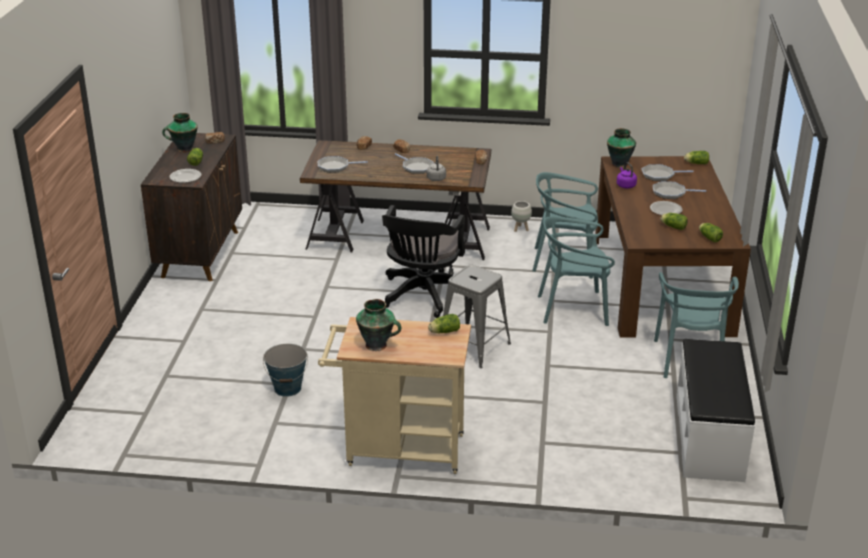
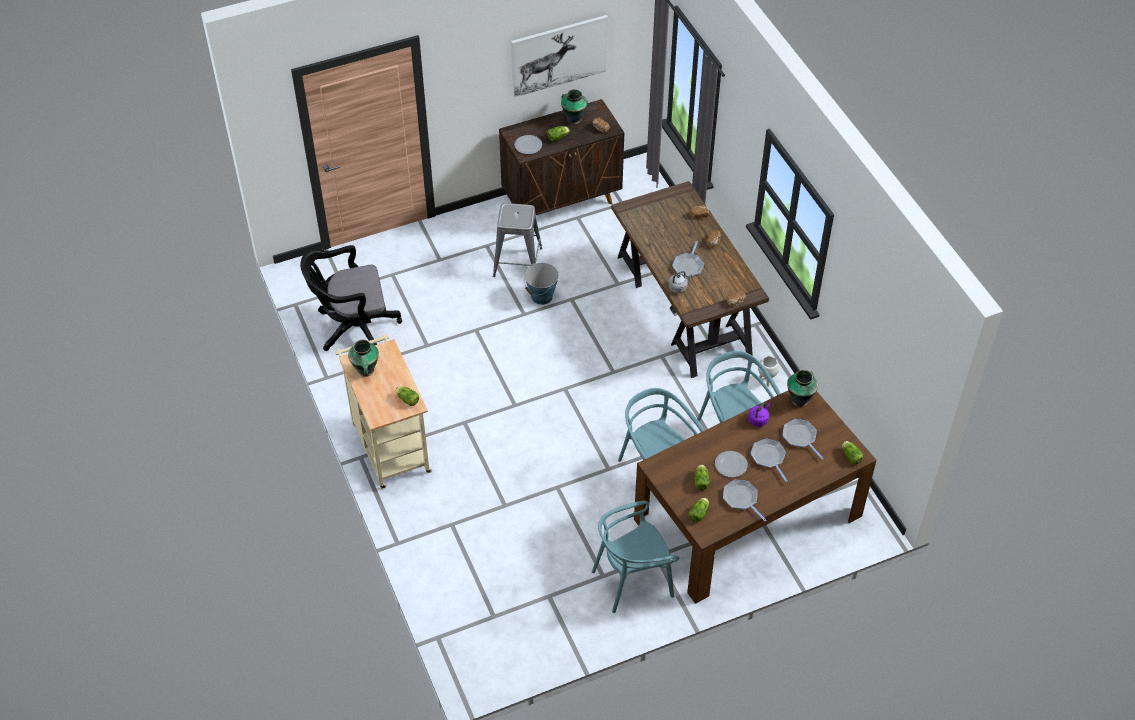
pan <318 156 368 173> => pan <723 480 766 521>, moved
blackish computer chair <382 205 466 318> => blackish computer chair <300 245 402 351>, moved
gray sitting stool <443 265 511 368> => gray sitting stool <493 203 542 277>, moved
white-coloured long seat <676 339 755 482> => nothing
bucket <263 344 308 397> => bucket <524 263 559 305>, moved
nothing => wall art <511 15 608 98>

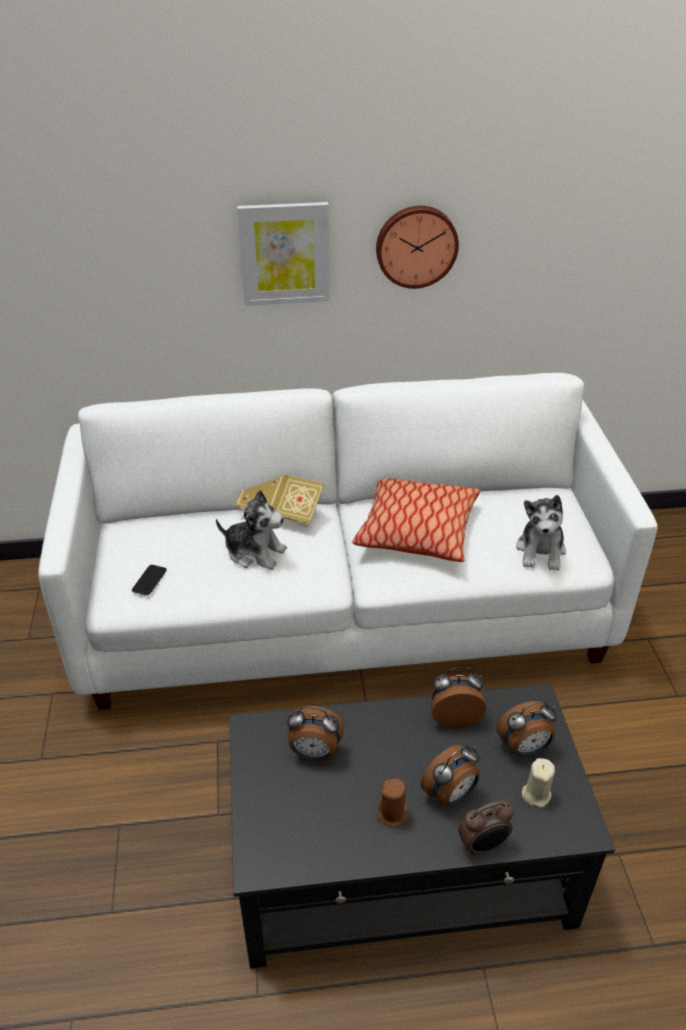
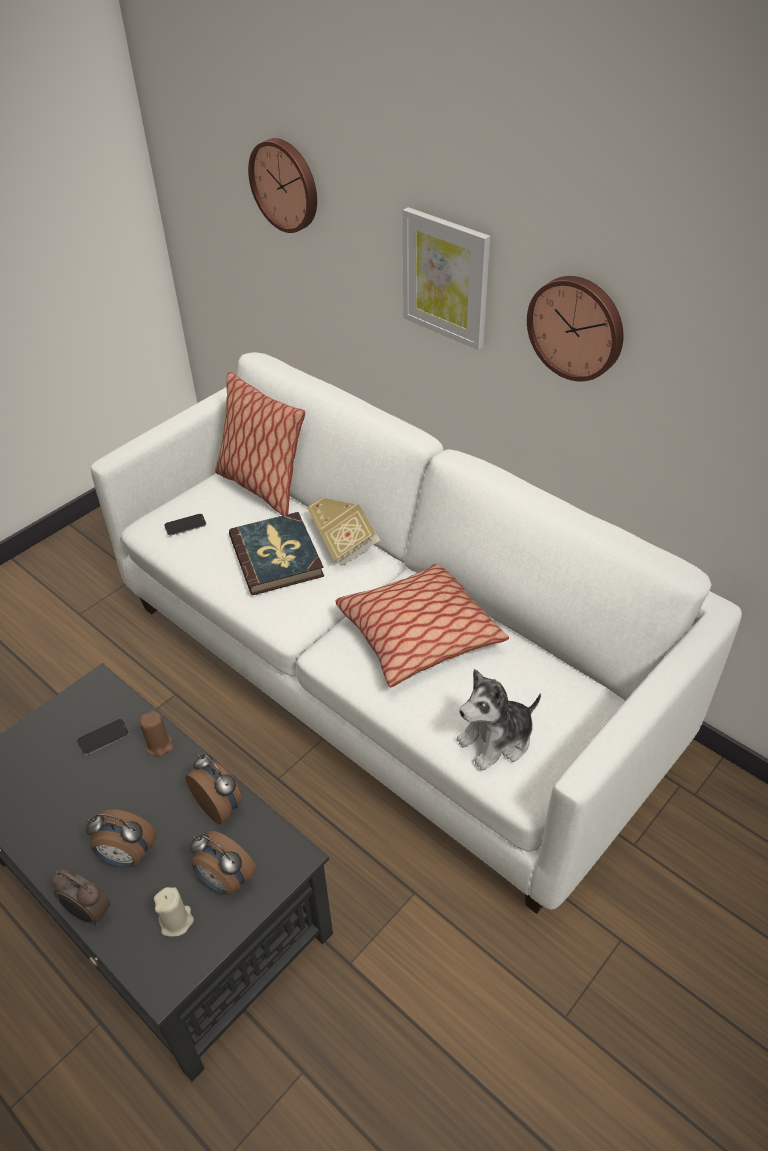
cuddly toy <216 490 287 570> => bound book <229 512 324 595>
alarm clock <287 706 344 760> => handset <77 719 129 755>
brownish wax light <377 778 408 827> => brownish wax light <140 710 174 757>, moved
nothing => clock on the wall <248 138 317 233>
nothing => throw pillow <215 371 305 516>

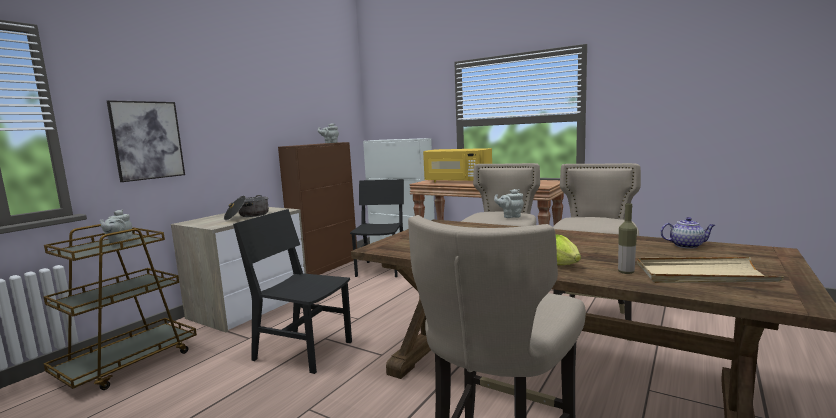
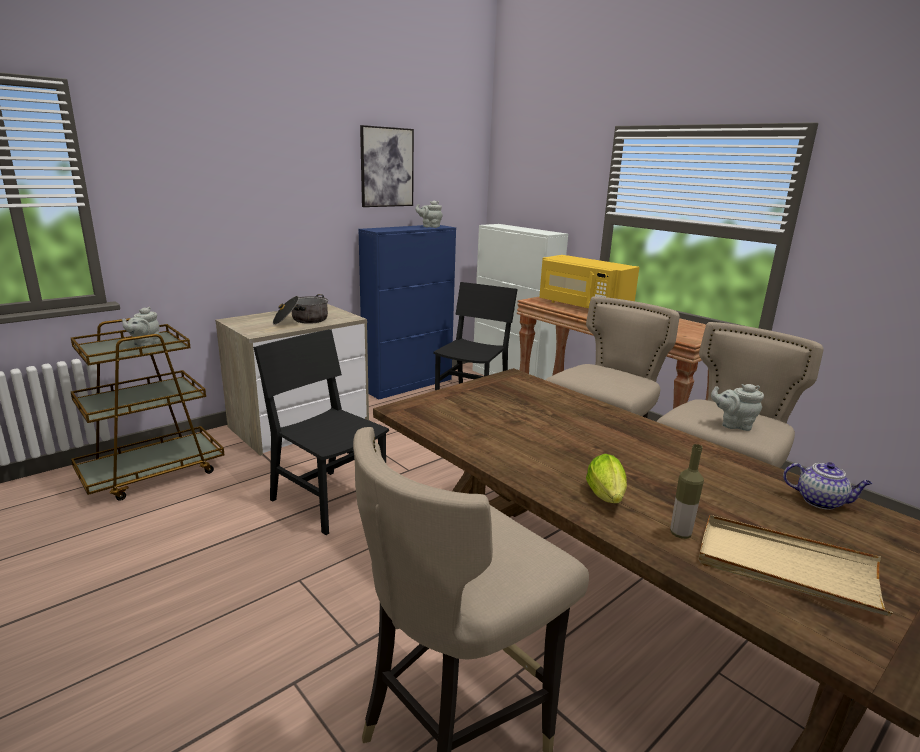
wall art <107 100 185 182> => wall art <360 125 414 207>, moved
brownish storage cabinet <278 142 357 275> => bluish storage cabinet <358 225 456 399>
gray teapot <494 189 524 218> => gray teapot <711 384 764 431>, moved

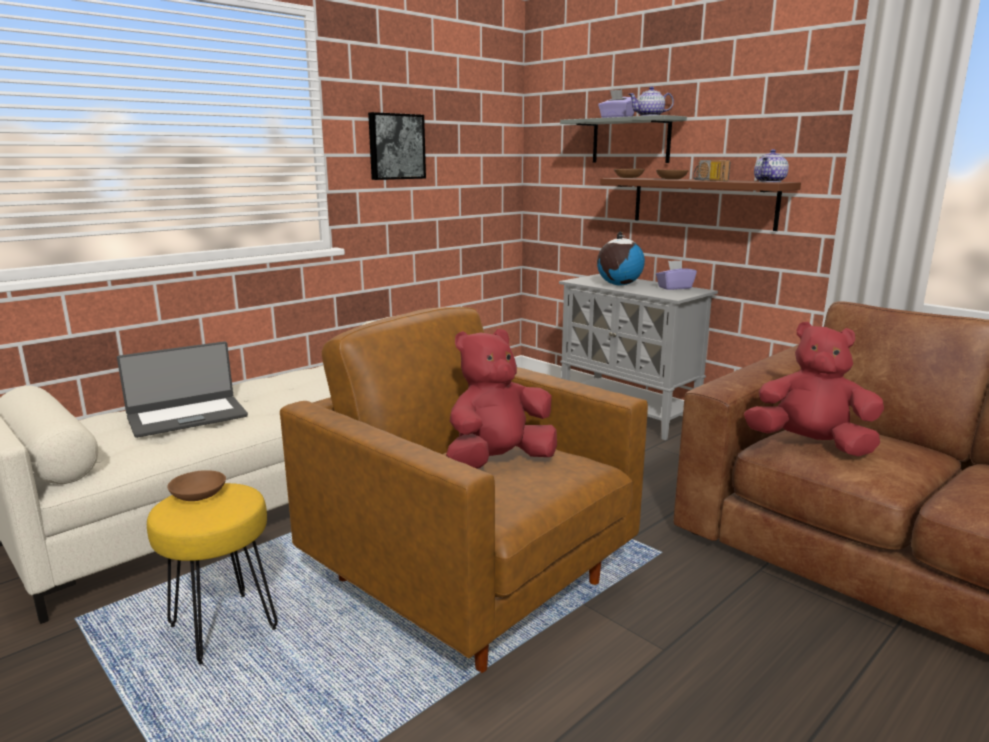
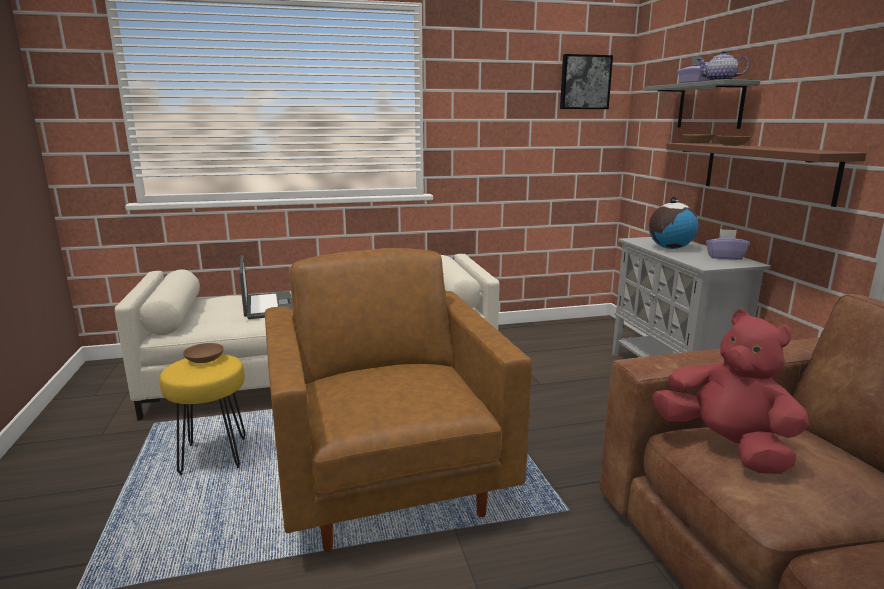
wall art <368 112 426 180> => wall art <560 54 613 109>, moved
teapot <754 149 789 182> => nothing
radio receiver <693 160 731 181> => nothing
red-coloured cuddly toy <446 329 557 469> => nothing
portable computer <117 341 248 438> => portable computer <239 255 293 319>, 105 degrees counterclockwise

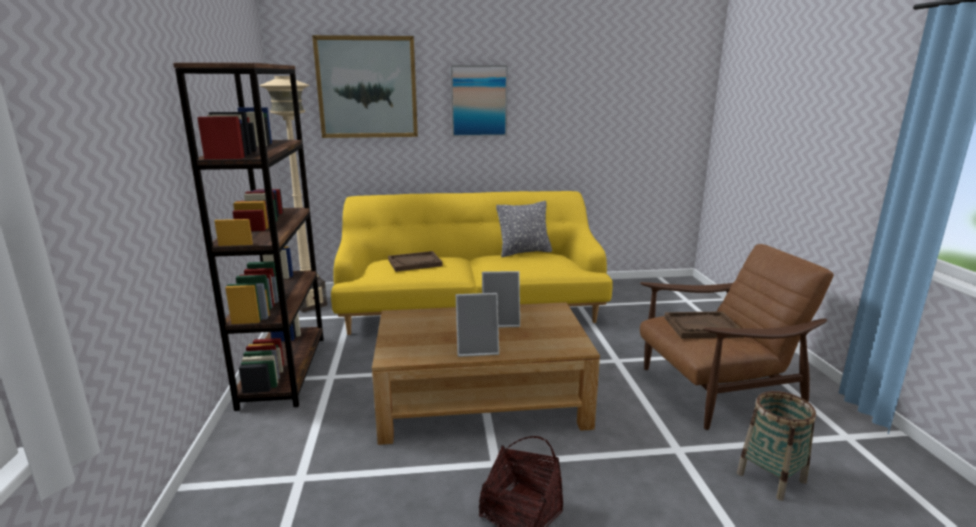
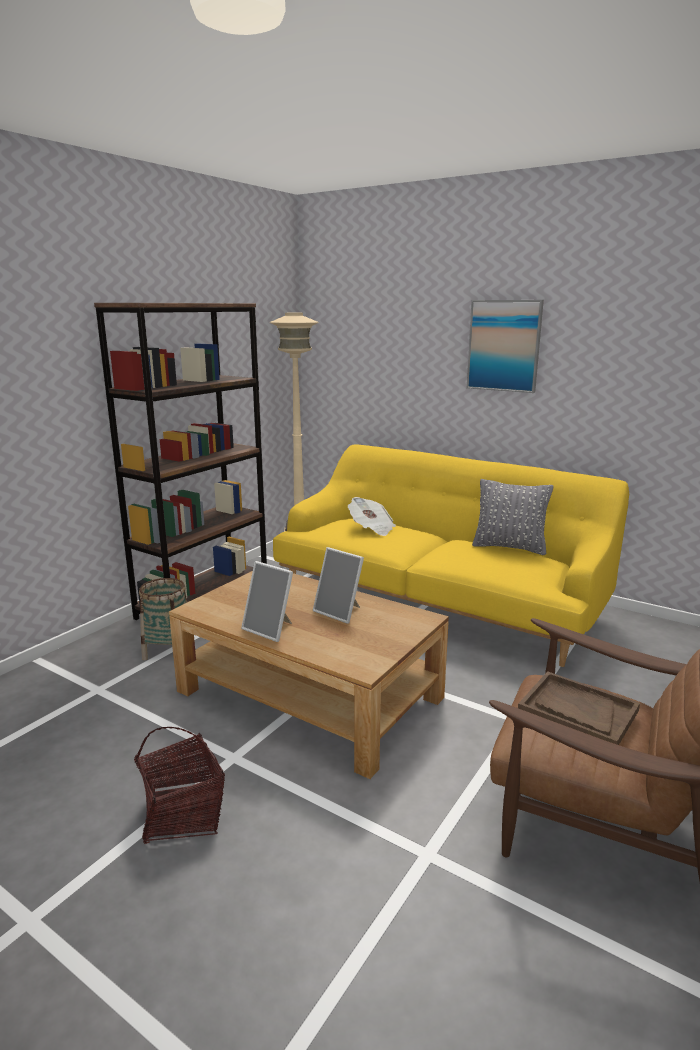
wall art <312 35 418 138> => nothing
brownish carrying tray <388 251 443 272> => newspaper <348 497 396 536>
storage basket <737 391 816 501> => storage basket <139 578 187 660>, moved

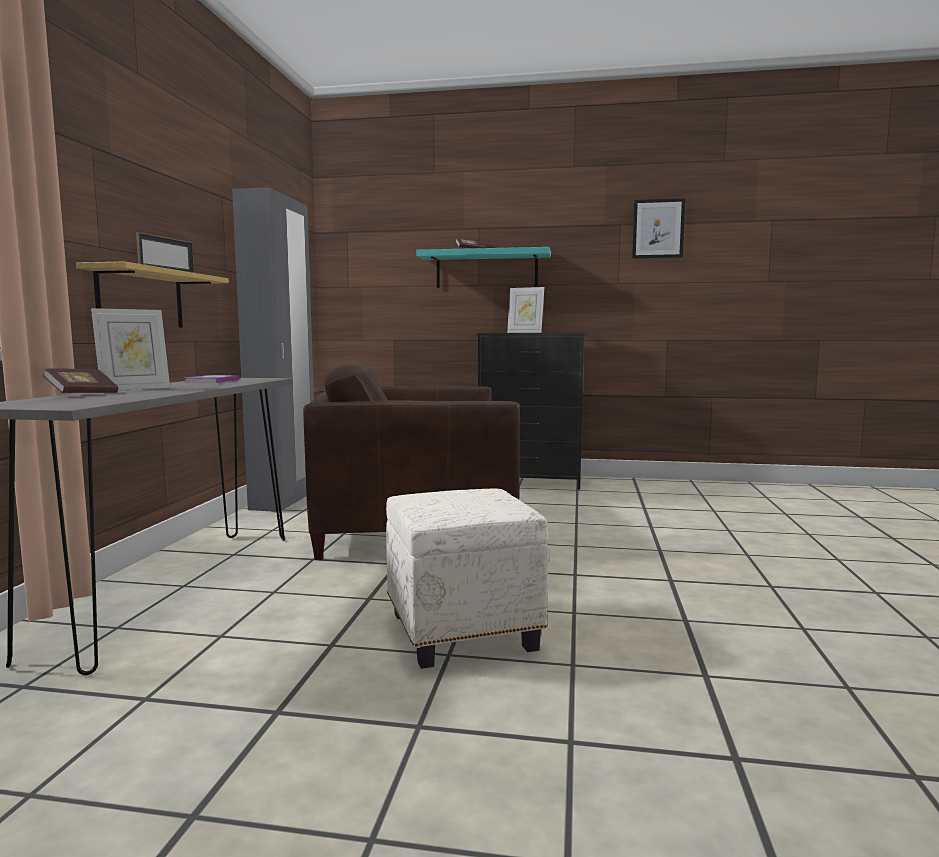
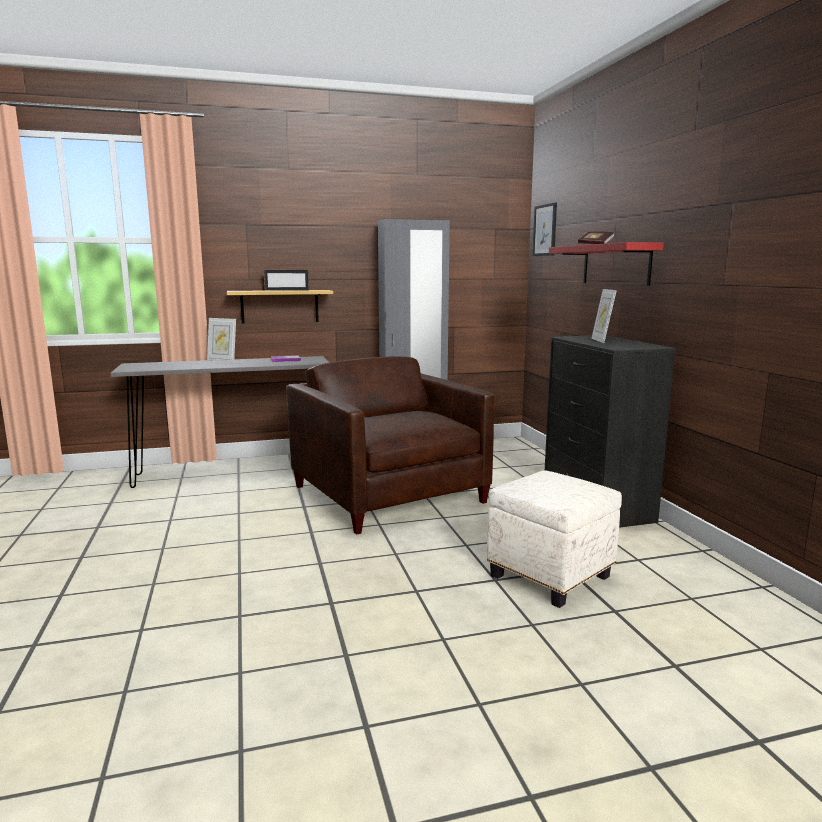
wall art <632 198 685 259> => wall art <532 203 557 256>, moved
blue-green wall shelf <417 247 551 288> => red-coloured wall shelf <549 242 664 286>
bound book <43 368 118 393> => nothing
white-coloured ottoman <386 489 549 669> => white-coloured ottoman <487 470 622 608>, moved

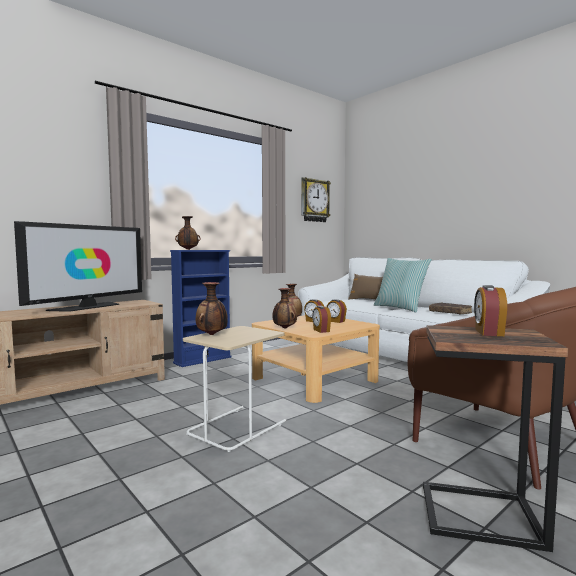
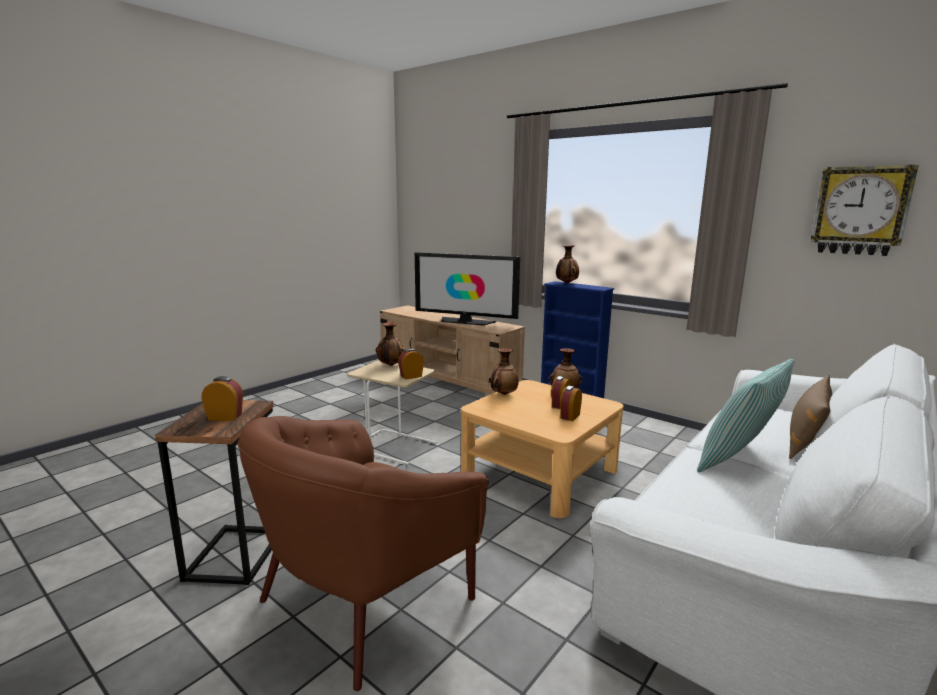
brownish bound book <429 302 472 315> => nothing
alarm clock <312 306 331 333> => alarm clock <398 348 424 380>, moved

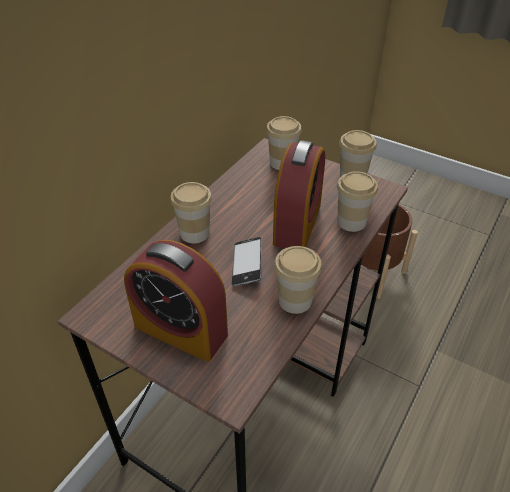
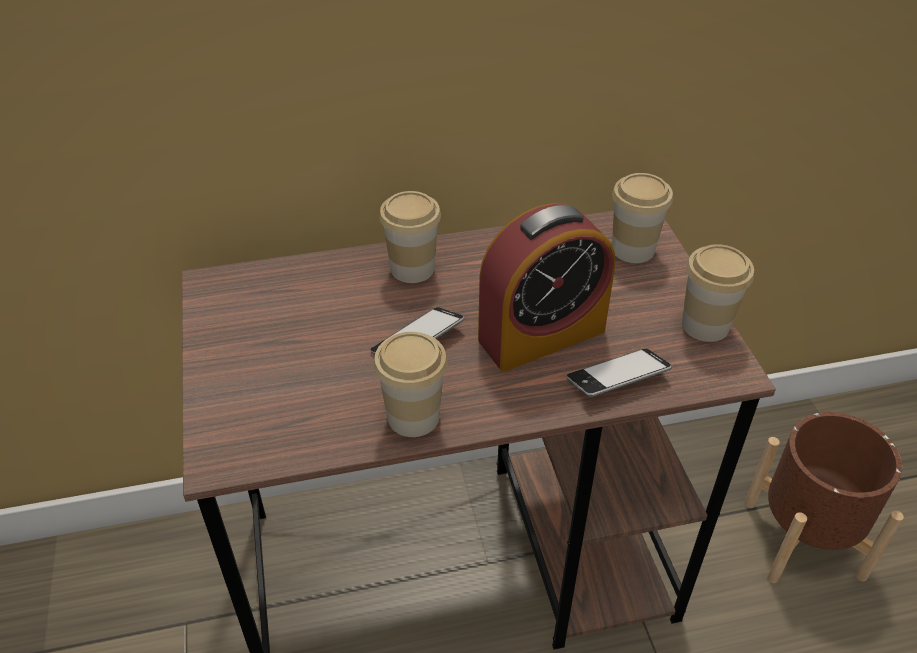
drinking cup <337 171 378 232> => handset <567 348 672 397>
alarm clock <124 240 228 362> => nothing

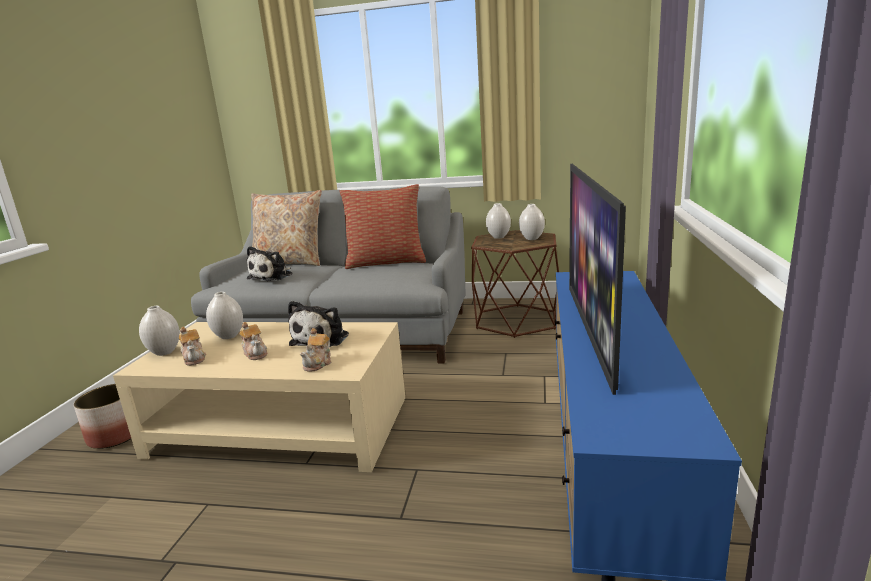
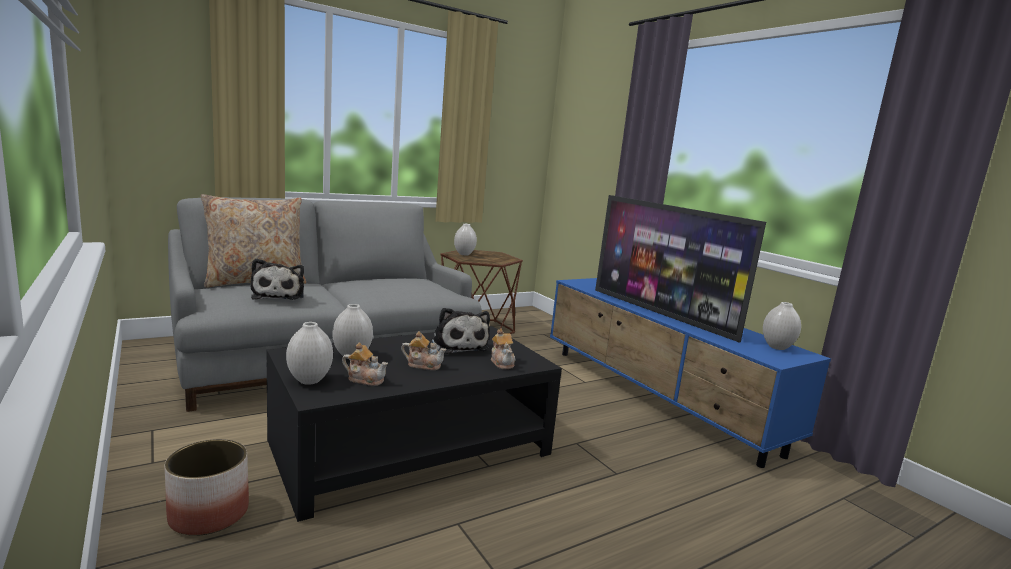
throw pillow <340 184 426 269> => nothing
white-coloured vase <519 204 545 240> => white-coloured vase <763 302 801 350>, moved
beige-coloured coffee table <113 322 405 472> => blackish coffee table <267 326 562 522>

